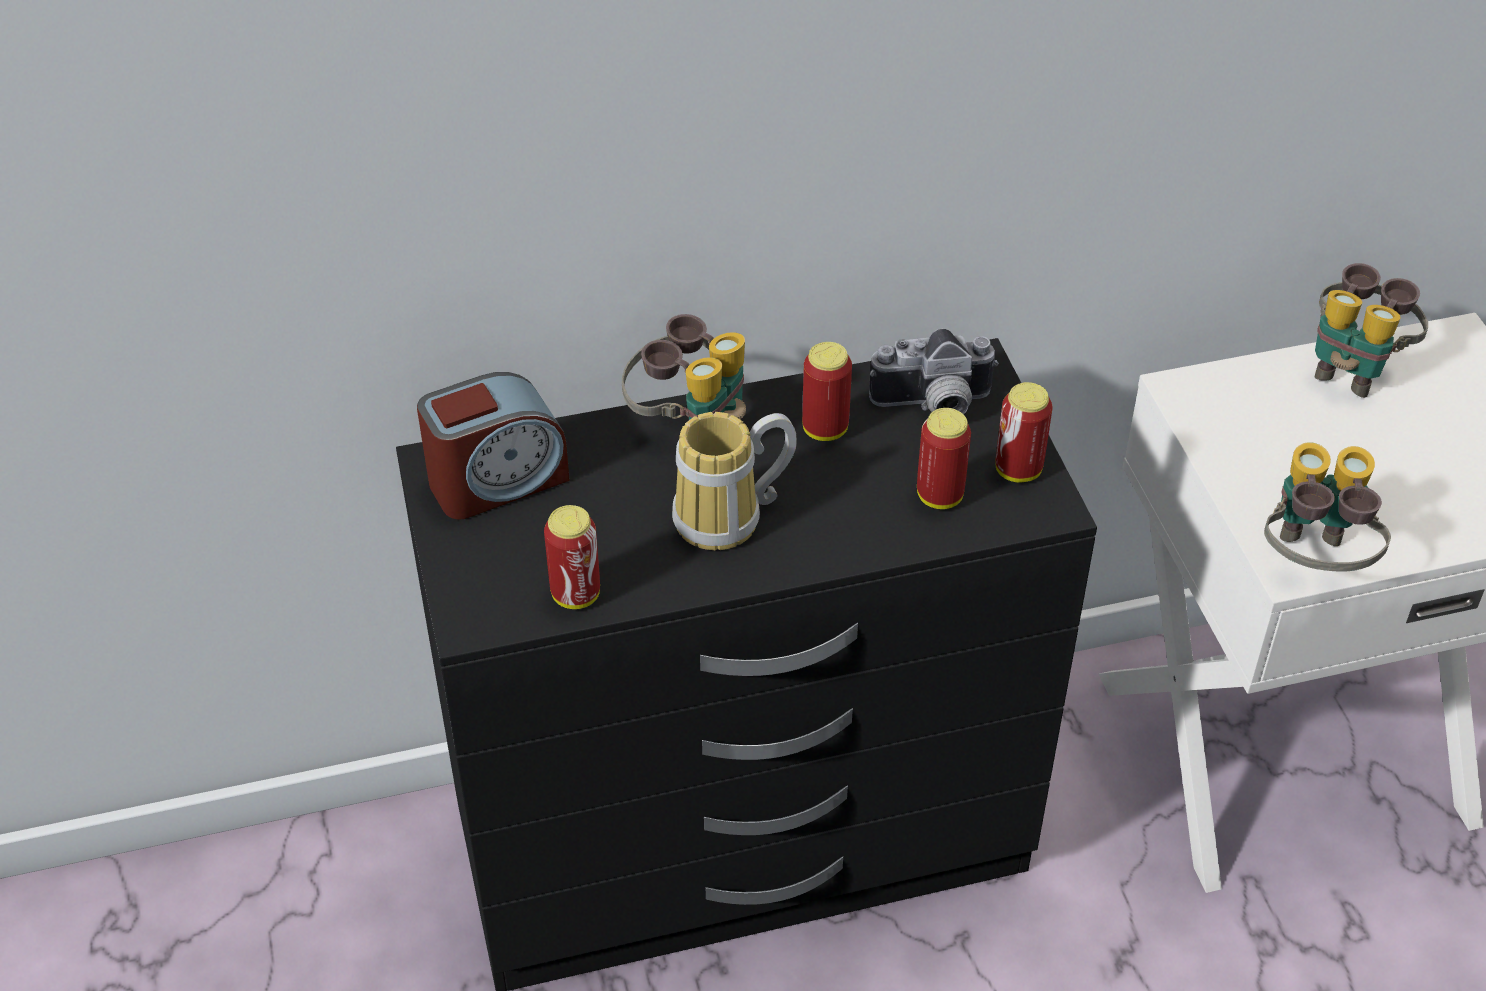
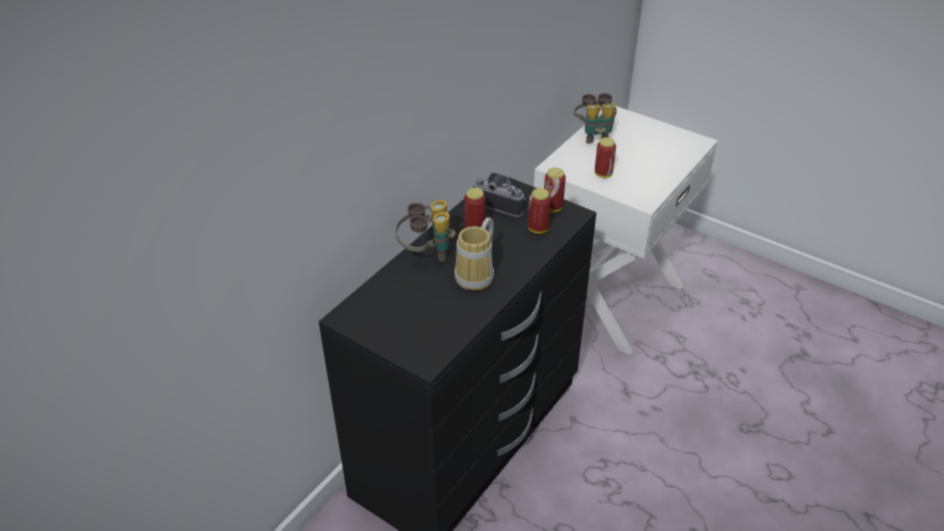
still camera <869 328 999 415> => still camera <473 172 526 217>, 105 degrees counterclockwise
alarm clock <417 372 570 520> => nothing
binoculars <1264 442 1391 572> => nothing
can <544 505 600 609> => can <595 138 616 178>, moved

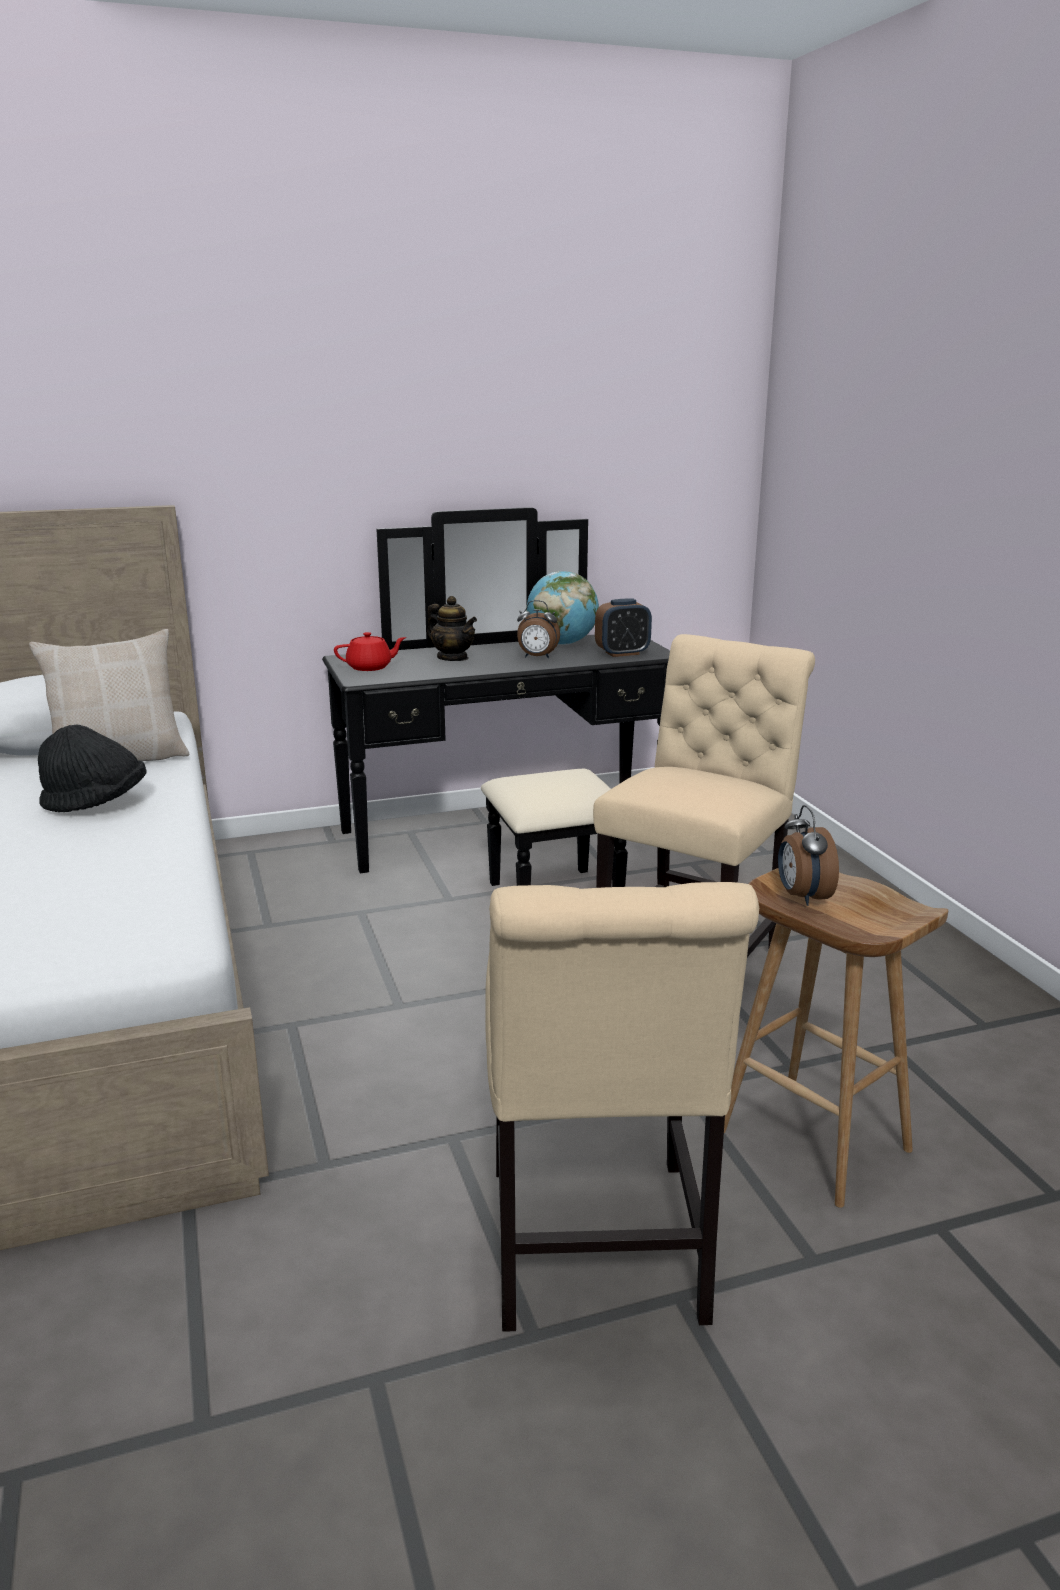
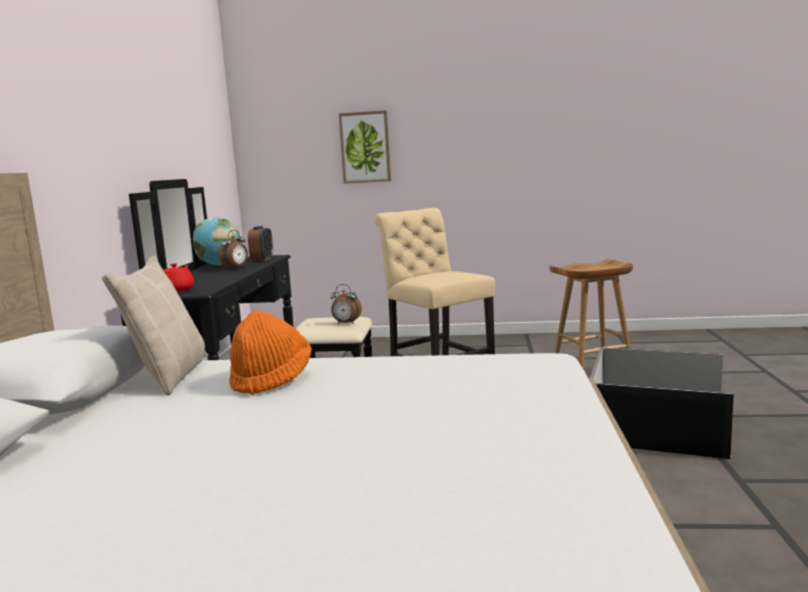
teapot <427 596 477 661> => nothing
blackish hat <38 724 147 812> => orange hat <229 310 312 395>
alarm clock <778 805 839 906> => alarm clock <331 284 362 324>, moved
beige-coloured chair <485 882 759 1332> => blackish storage container <590 347 734 459>
nothing => wall art <339 110 391 184>

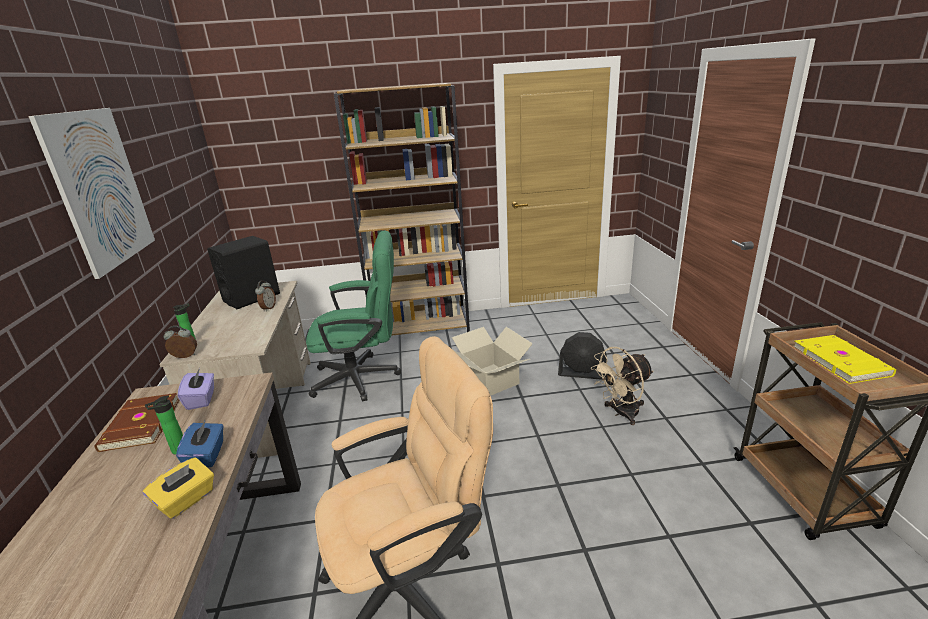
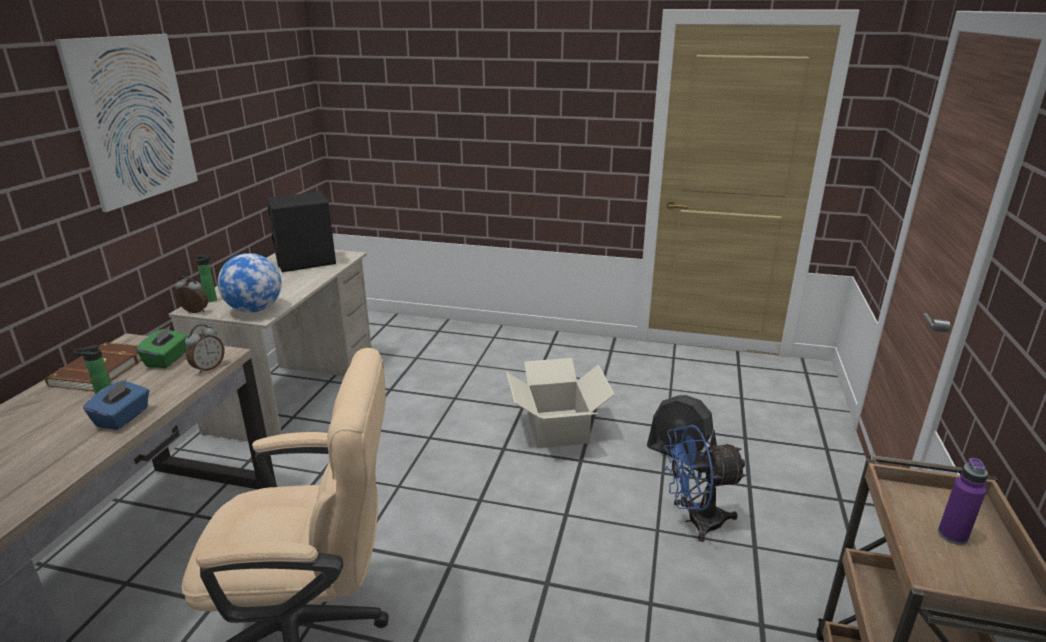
brownish bookshelf <334 83 470 336> => nothing
greenish computer chair <306 231 401 402> => nothing
alarm clock <255 280 276 312> => alarm clock <185 324 225 374>, moved
yellow bound book <794 335 896 384> => purple-coloured beverage bottle <938 458 988 545>
beige-coloured fan <591 347 654 425> => bluish fan <664 424 747 542>
purple-coloured tissue holder <178 368 214 410> => greenish tissue holder <136 326 188 368>
yellow tissue holder <143 457 214 519> => nothing
nothing => world globe <218 253 282 313>

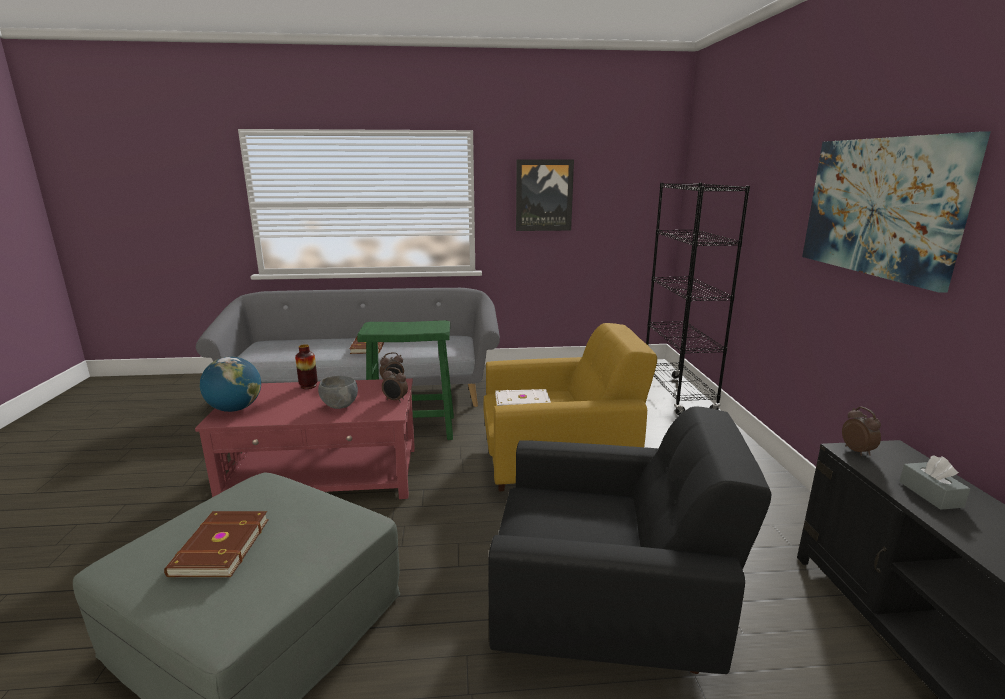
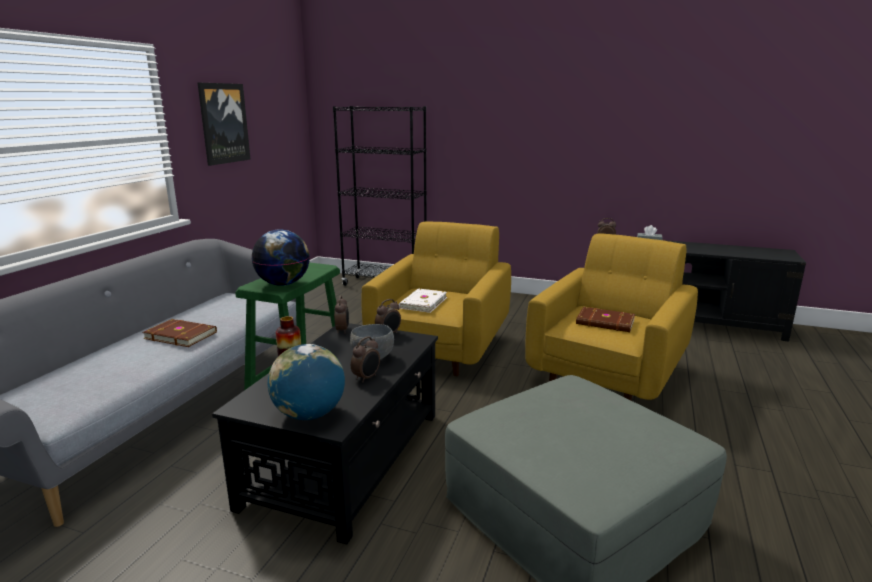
wall art <802 131 990 293> => nothing
red-coloured coffee table <195 378 415 499> => blackish coffee table <212 323 438 545>
blackish armchair <488 406 772 674> => yellow armchair <525 233 698 401>
brownish bound book <164 511 268 577> => brownish bound book <576 307 635 332>, moved
nothing => world globe <251 229 310 286>
nothing => alarm clock <351 336 380 383>

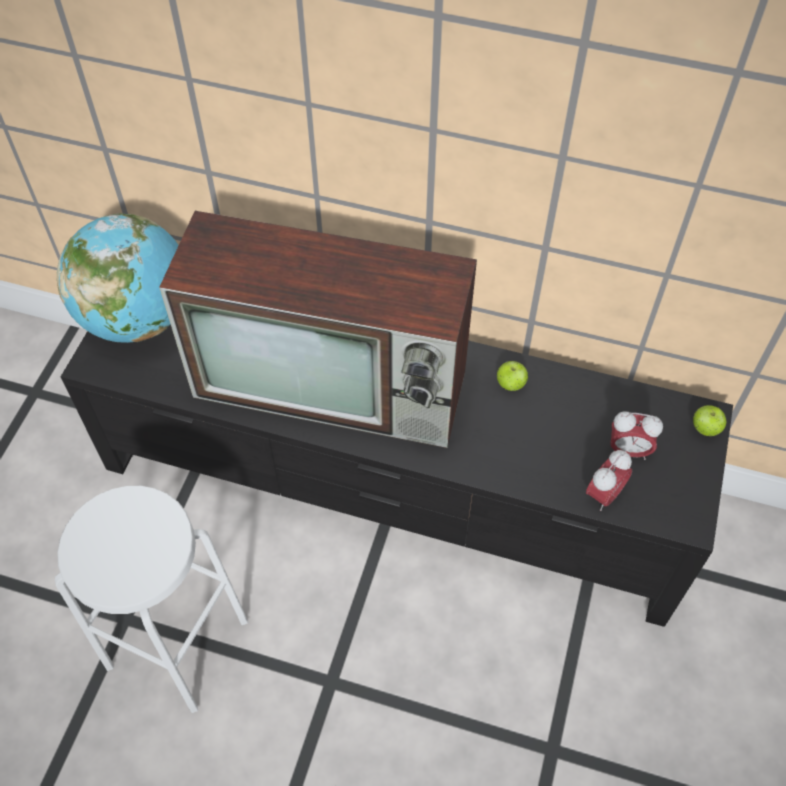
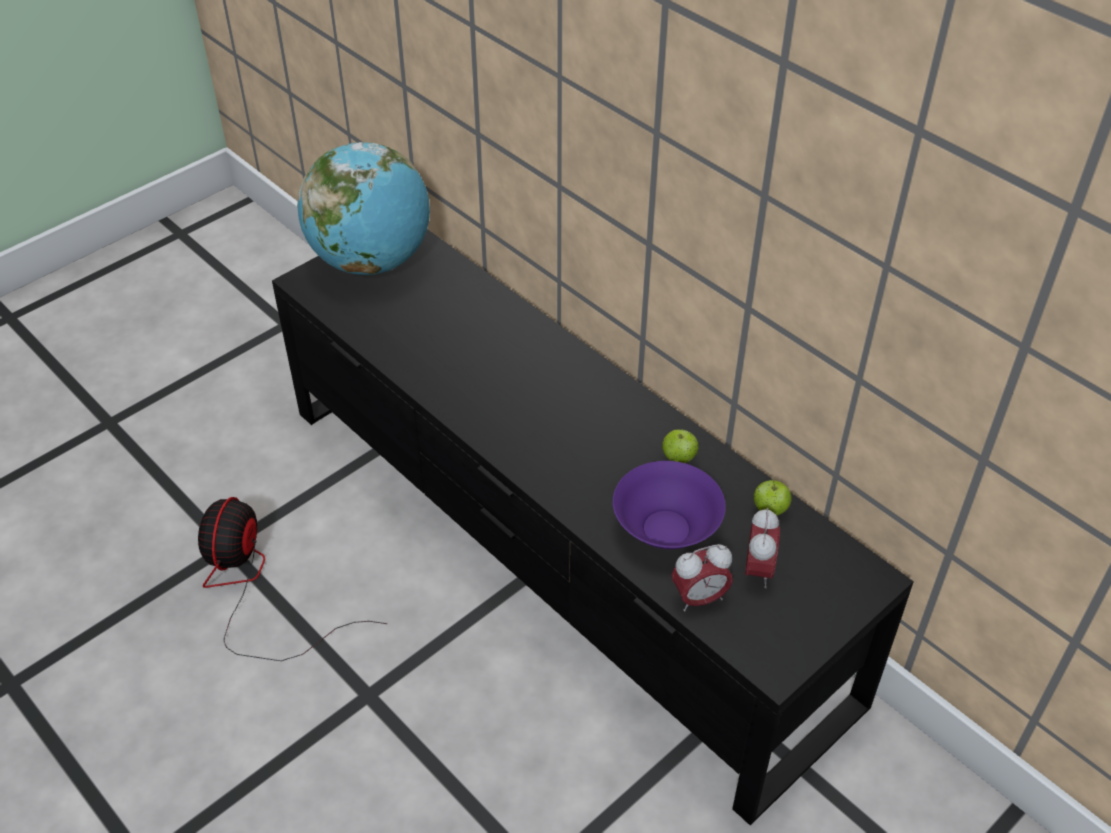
TV set <159 211 477 448> => nothing
apple <693 405 726 436> => apple <753 479 792 515>, moved
alarm clock <610 411 663 460> => alarm clock <745 508 780 588>, 120 degrees counterclockwise
white-coloured sitting stool <55 486 248 713> => fan <198 497 387 661>
nothing => purple-coloured serving bowl <613 461 726 549>

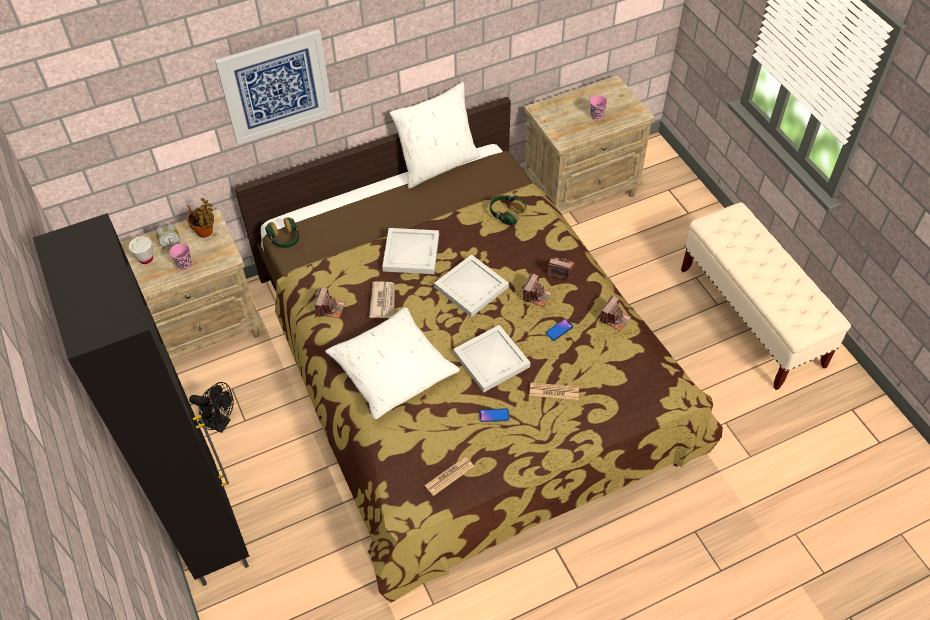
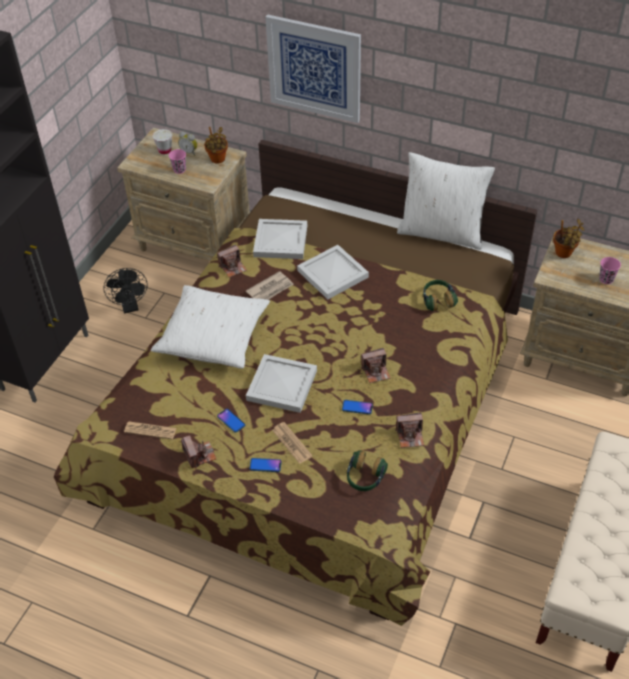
pair of headphones <265 217 299 248> => pair of headphones <347 450 388 491>, moved
white-coloured carrying tray <434 254 509 317> => white-coloured carrying tray <253 219 307 259>, moved
still camera <547 255 574 280> => still camera <181 435 217 468>, moved
nothing => potted plant <553 219 585 258>
nothing => handset <249 458 281 472>

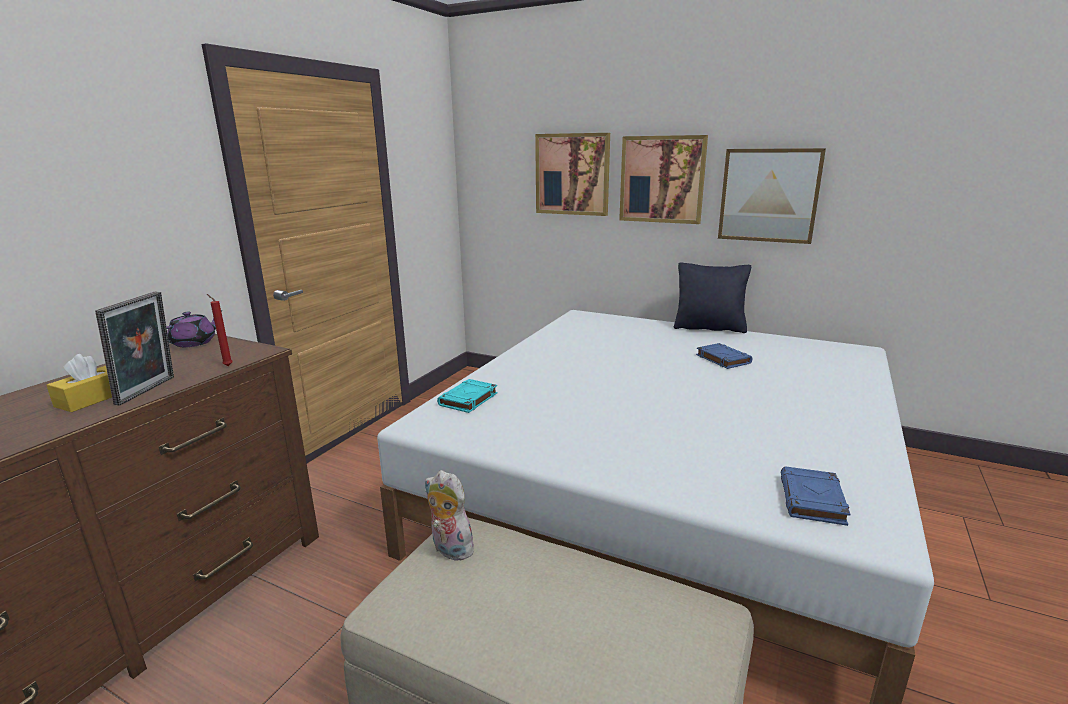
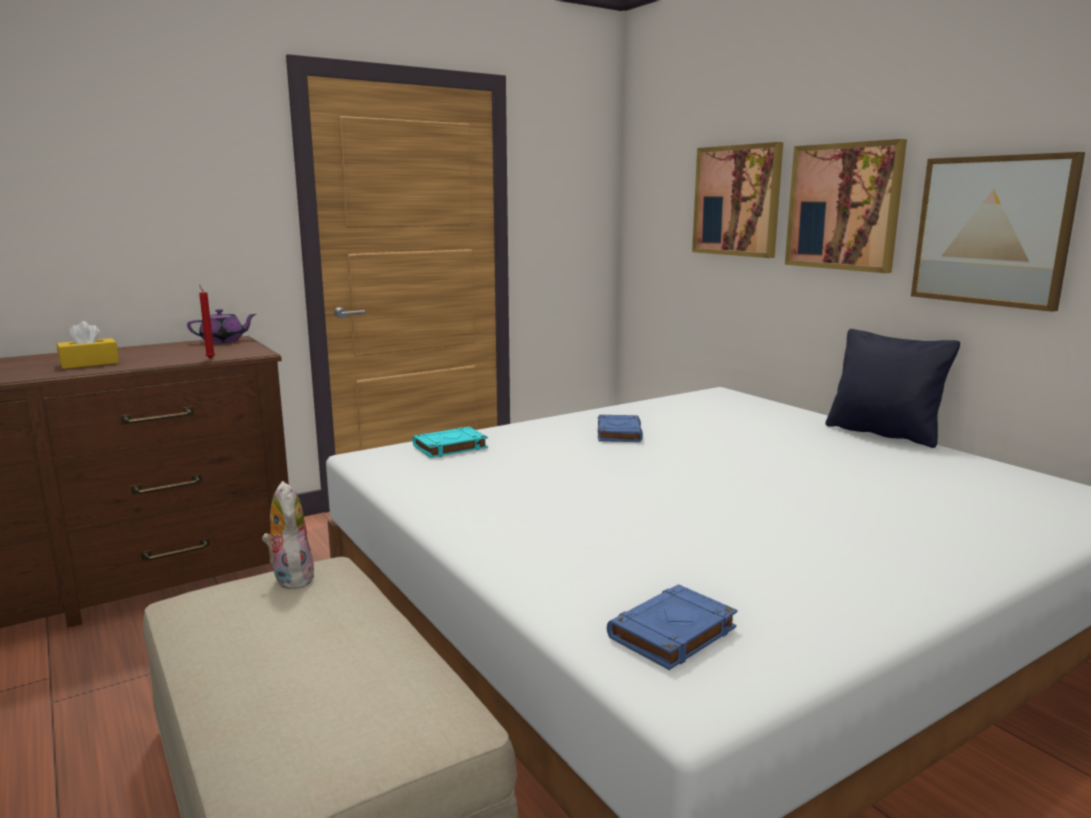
picture frame <95 291 174 406> => nothing
bluish bound book <696 343 752 369> => bluish bound book <598 415 643 442>, moved

